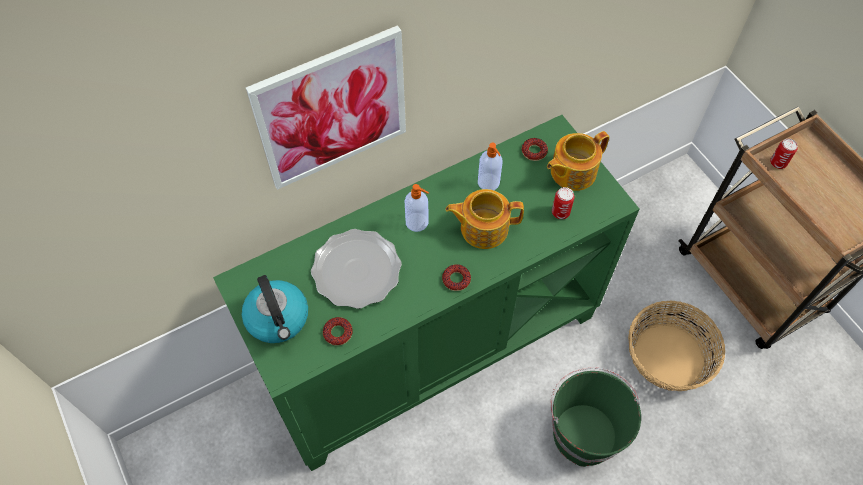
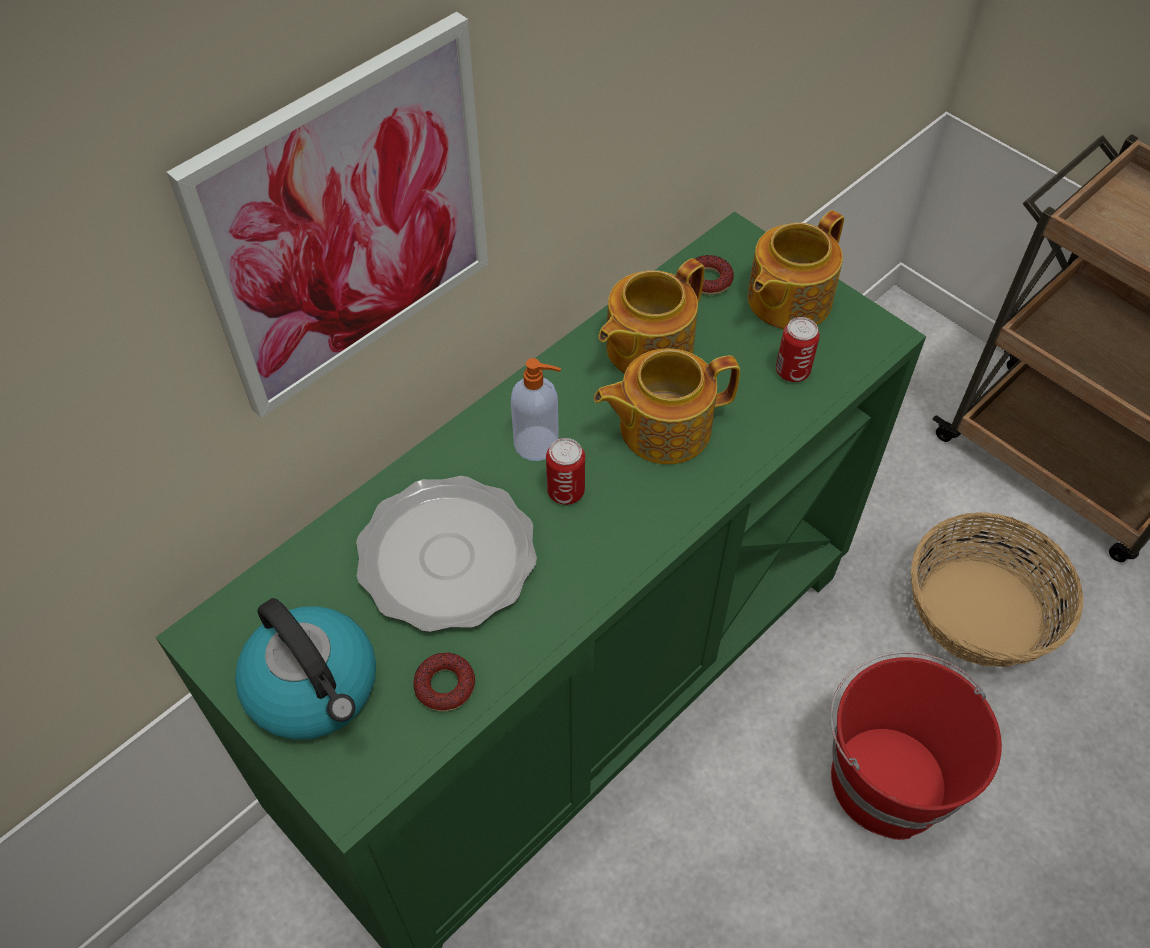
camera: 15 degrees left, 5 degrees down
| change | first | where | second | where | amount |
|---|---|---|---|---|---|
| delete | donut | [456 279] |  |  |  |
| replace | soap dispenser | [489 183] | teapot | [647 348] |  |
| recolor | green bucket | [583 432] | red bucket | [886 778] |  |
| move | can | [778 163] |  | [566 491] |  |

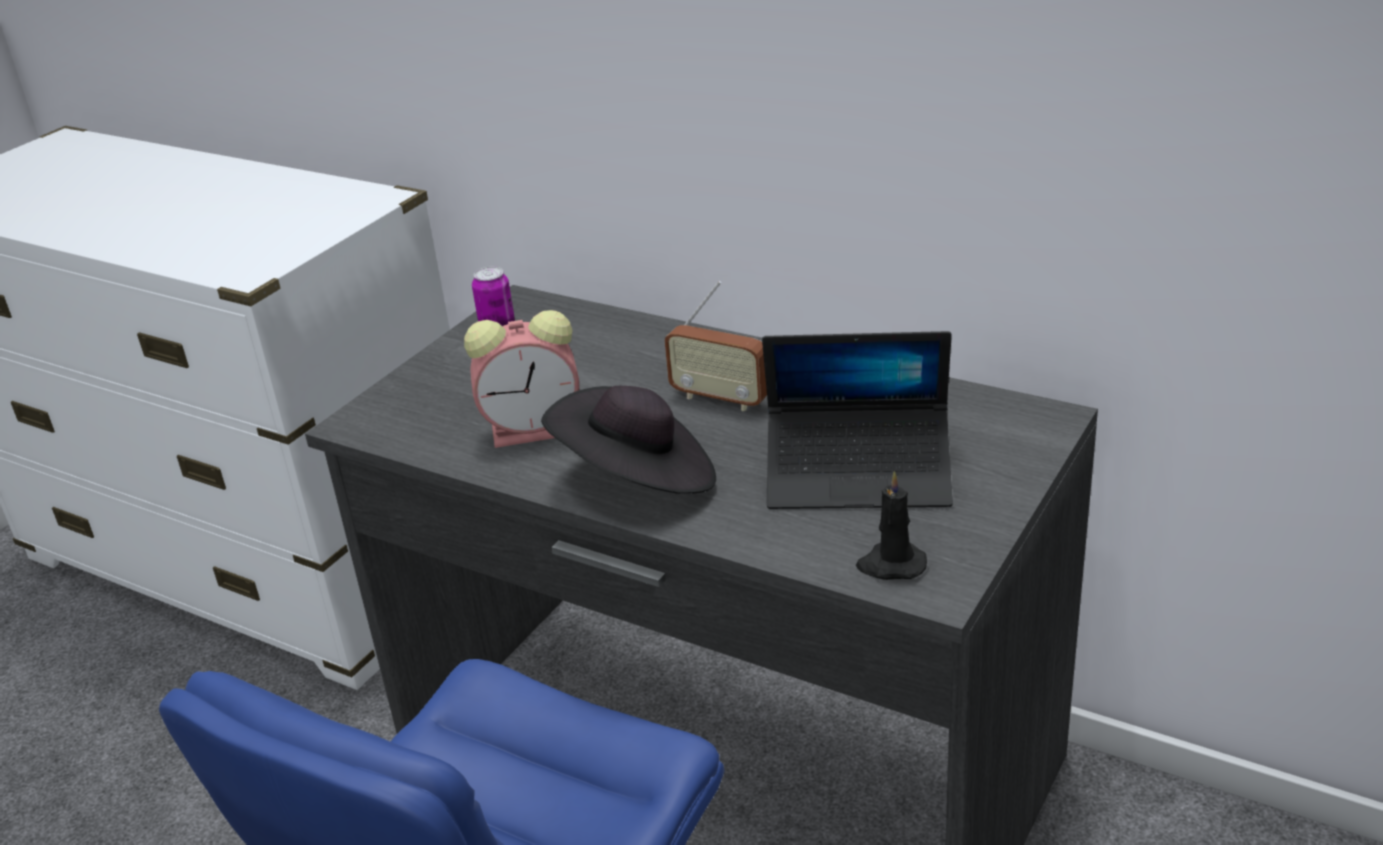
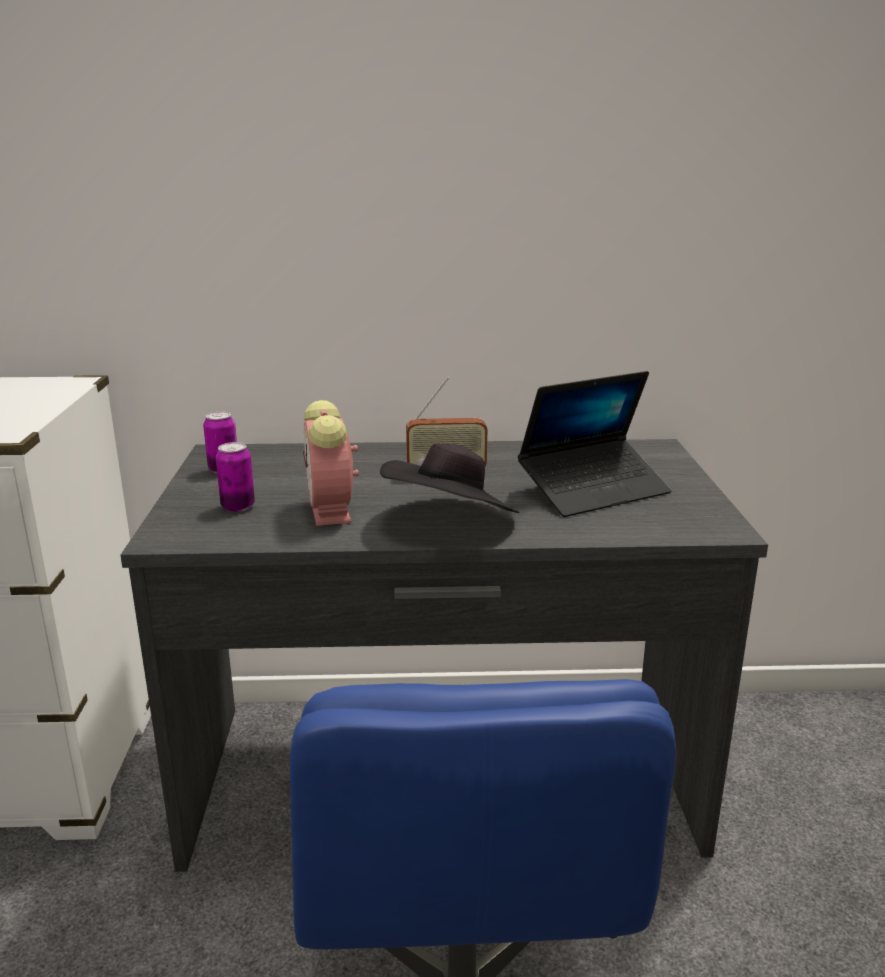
camera: 35 degrees left, 10 degrees down
| change | first | where | second | where | amount |
|---|---|---|---|---|---|
| rotate | alarm clock | [536 429] |  | [331 512] | 120 degrees clockwise |
| delete | black candle | [891 565] |  |  |  |
| insert |  |  | can | [238 507] |  |

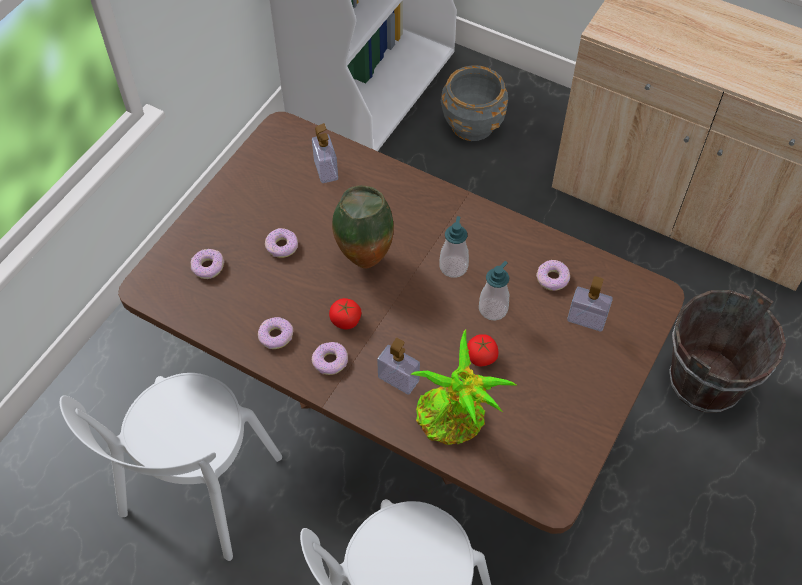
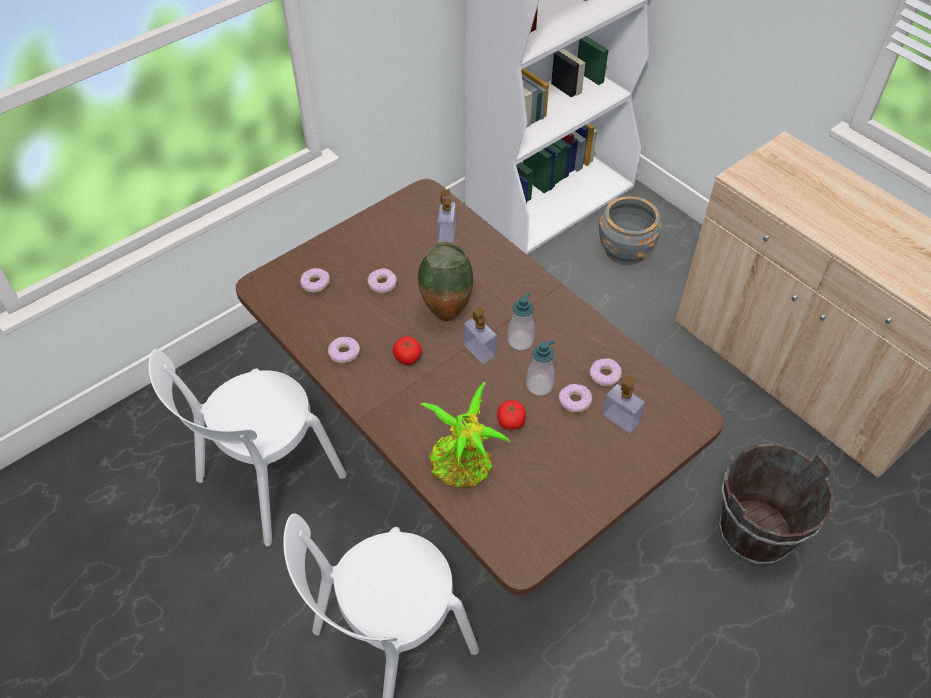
camera: 20 degrees right, 5 degrees down
| change | first | where | second | where | amount |
|---|---|---|---|---|---|
| move | donut | [330 361] |  | [575 401] |  |
| move | soap dispenser | [398 379] |  | [479 350] |  |

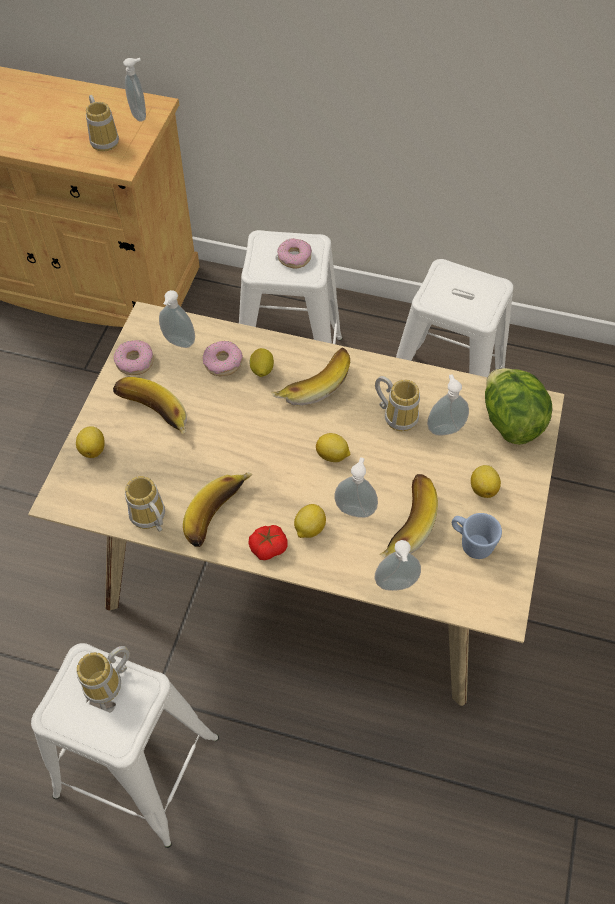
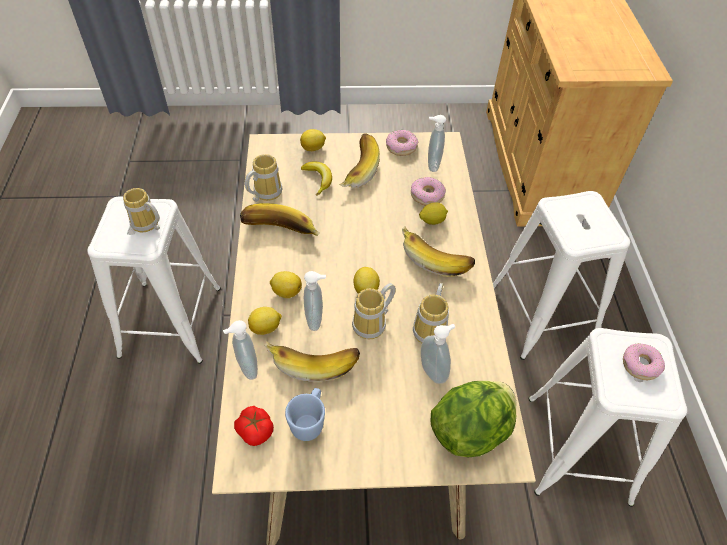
camera: 70 degrees right, 5 degrees down
| change | first | where | second | where | amount |
|---|---|---|---|---|---|
| move | mug | [105 140] |  | [374 324] |  |
| delete | soap dispenser | [140 115] |  |  |  |
| move | tomato | [268 547] |  | [255 430] |  |
| move | donut | [294 257] |  | [640 365] |  |
| move | lemon | [483 488] |  | [266 328] |  |
| insert |  |  | banana | [318 179] |  |

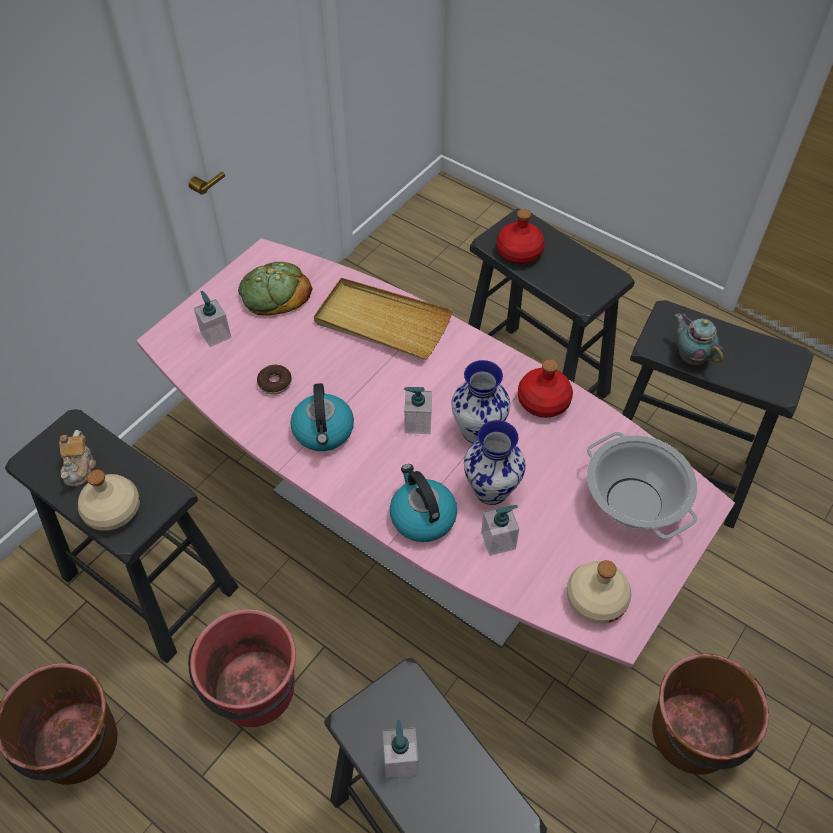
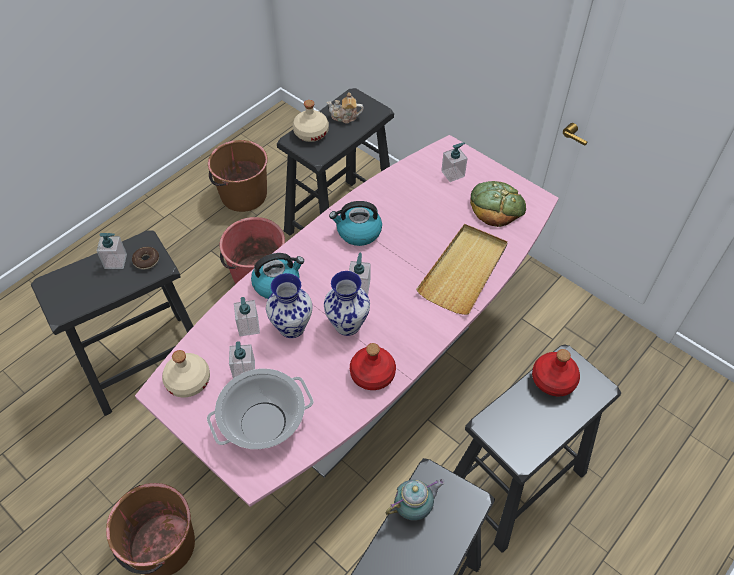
camera: 95 degrees right, 0 degrees up
| change | first | where | second | where | amount |
|---|---|---|---|---|---|
| move | donut | [275 383] |  | [146 261] |  |
| insert |  |  | soap dispenser | [244 370] |  |

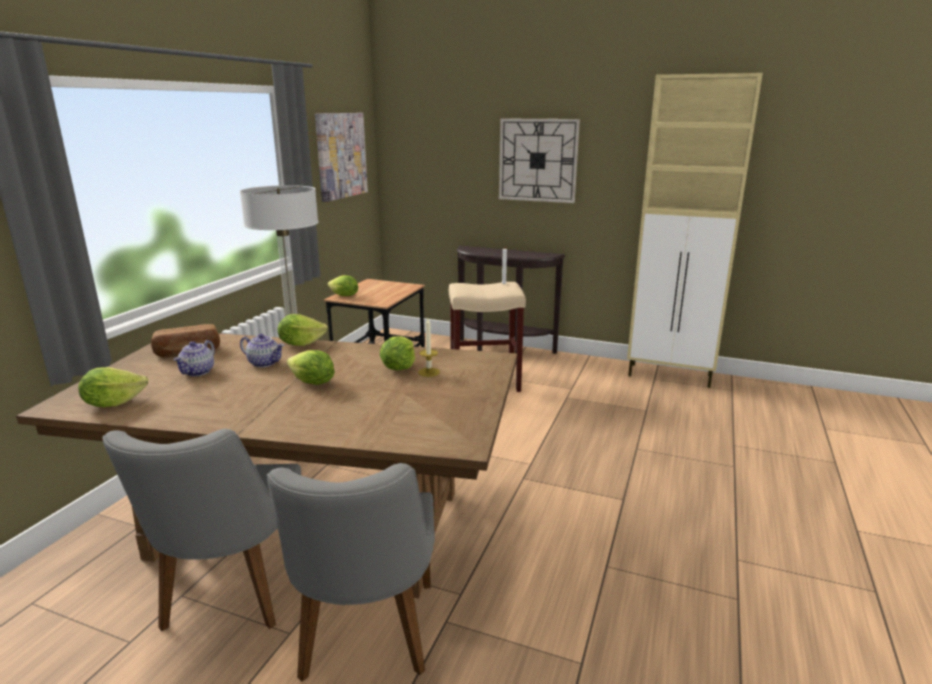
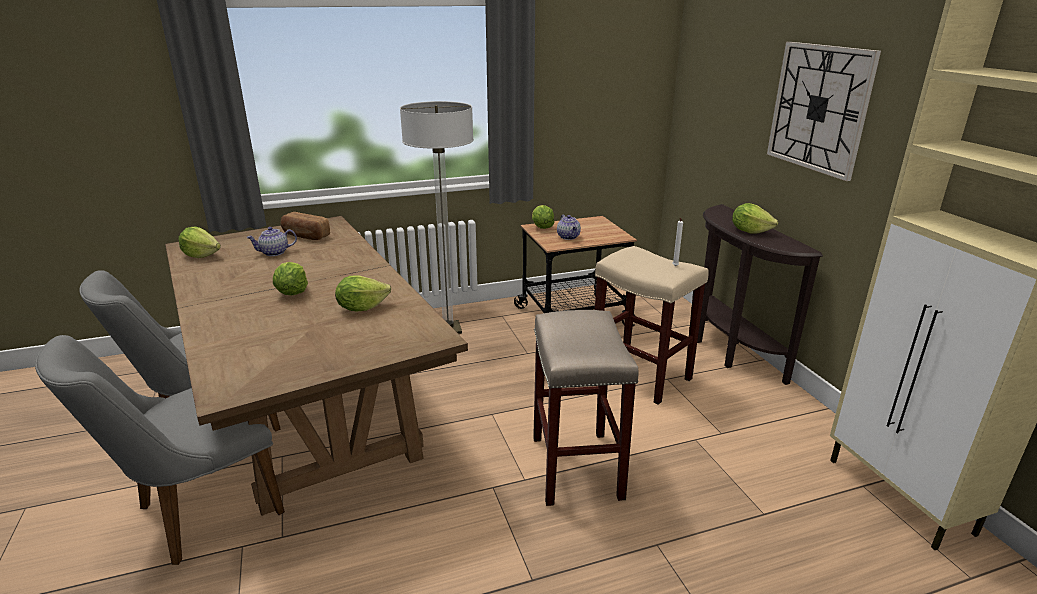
camera: 50 degrees right, 5 degrees up
| change | first | where | second | where | amount |
|---|---|---|---|---|---|
| move | teapot | [264 363] |  | [568 237] |  |
| move | lettuce | [301 343] |  | [750 231] |  |
| delete | picture | [341 155] |  |  |  |
| delete | candle | [429 372] |  |  |  |
| insert |  |  | beige stool | [577 468] |  |

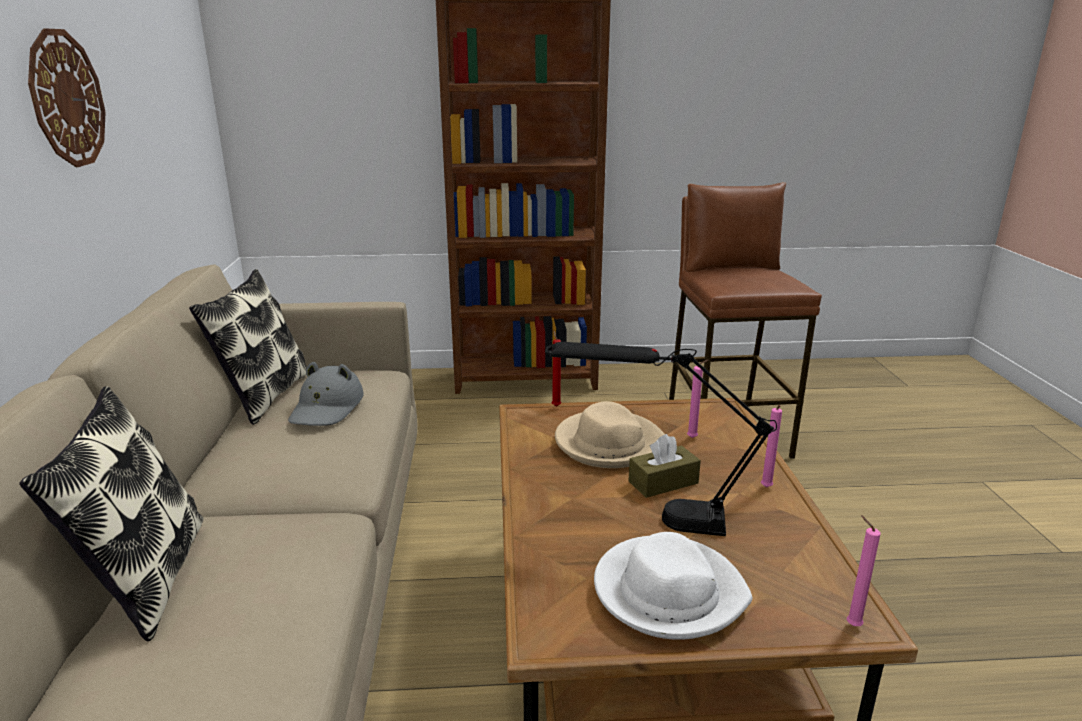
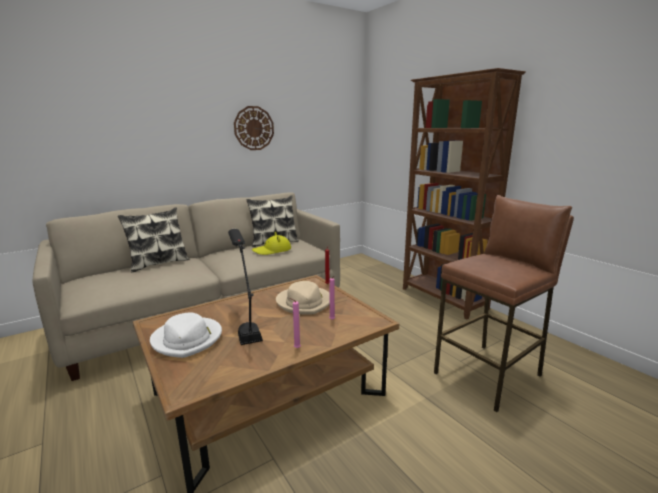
camera: 60 degrees right, 5 degrees down
| change | first | where | second | where | amount |
|---|---|---|---|---|---|
| recolor | grey hat | [327 408] | yellow hat | [272 250] |  |
| delete | brown tissue box | [663 482] |  |  |  |
| delete | pink candle | [851 624] |  |  |  |

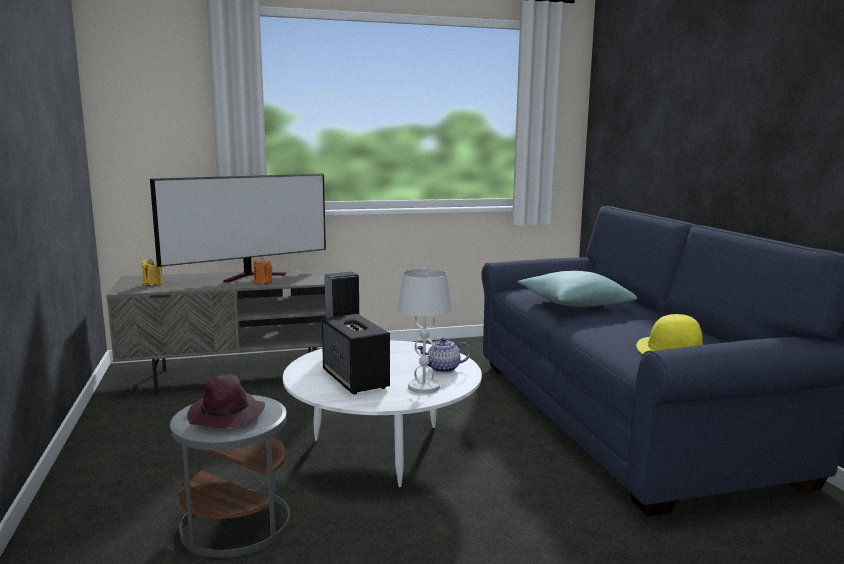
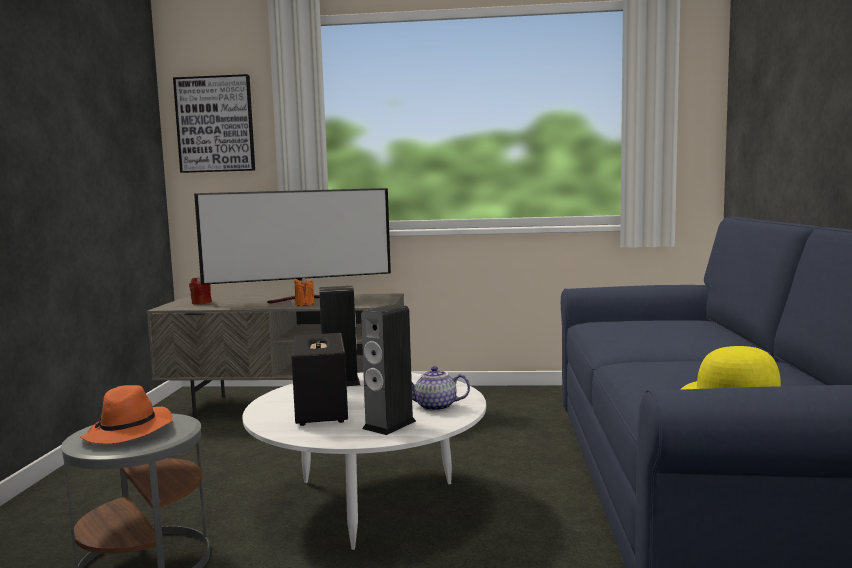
camera: 20 degrees right, 5 degrees down
| change | first | where | second | where | amount |
|---|---|---|---|---|---|
| recolor | yellow candle | [152 284] | red candle | [201 303] |  |
| recolor | purple hat | [227 415] | orange hat | [129 432] |  |
| replace | white table lamp | [424 387] | speaker | [389 425] |  |
| delete | turquoise pillow | [574 304] |  |  |  |
| insert |  |  | picture | [215 124] |  |

